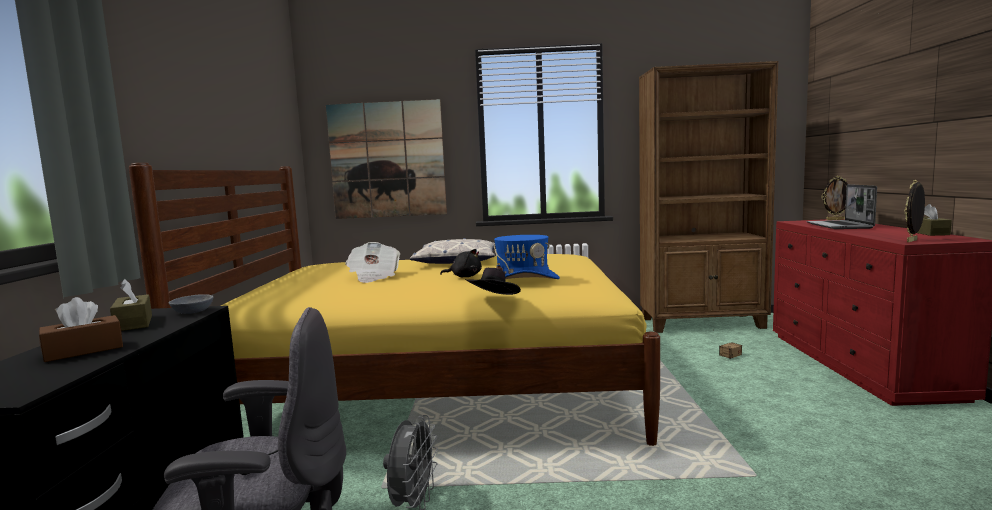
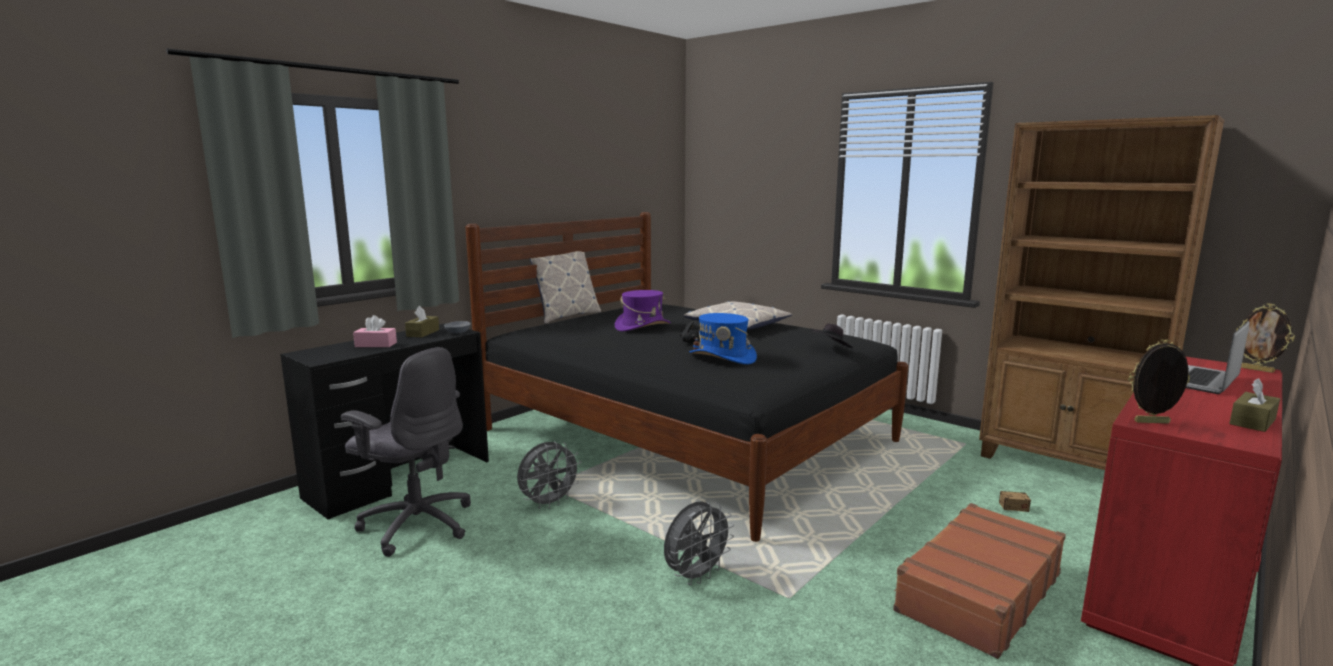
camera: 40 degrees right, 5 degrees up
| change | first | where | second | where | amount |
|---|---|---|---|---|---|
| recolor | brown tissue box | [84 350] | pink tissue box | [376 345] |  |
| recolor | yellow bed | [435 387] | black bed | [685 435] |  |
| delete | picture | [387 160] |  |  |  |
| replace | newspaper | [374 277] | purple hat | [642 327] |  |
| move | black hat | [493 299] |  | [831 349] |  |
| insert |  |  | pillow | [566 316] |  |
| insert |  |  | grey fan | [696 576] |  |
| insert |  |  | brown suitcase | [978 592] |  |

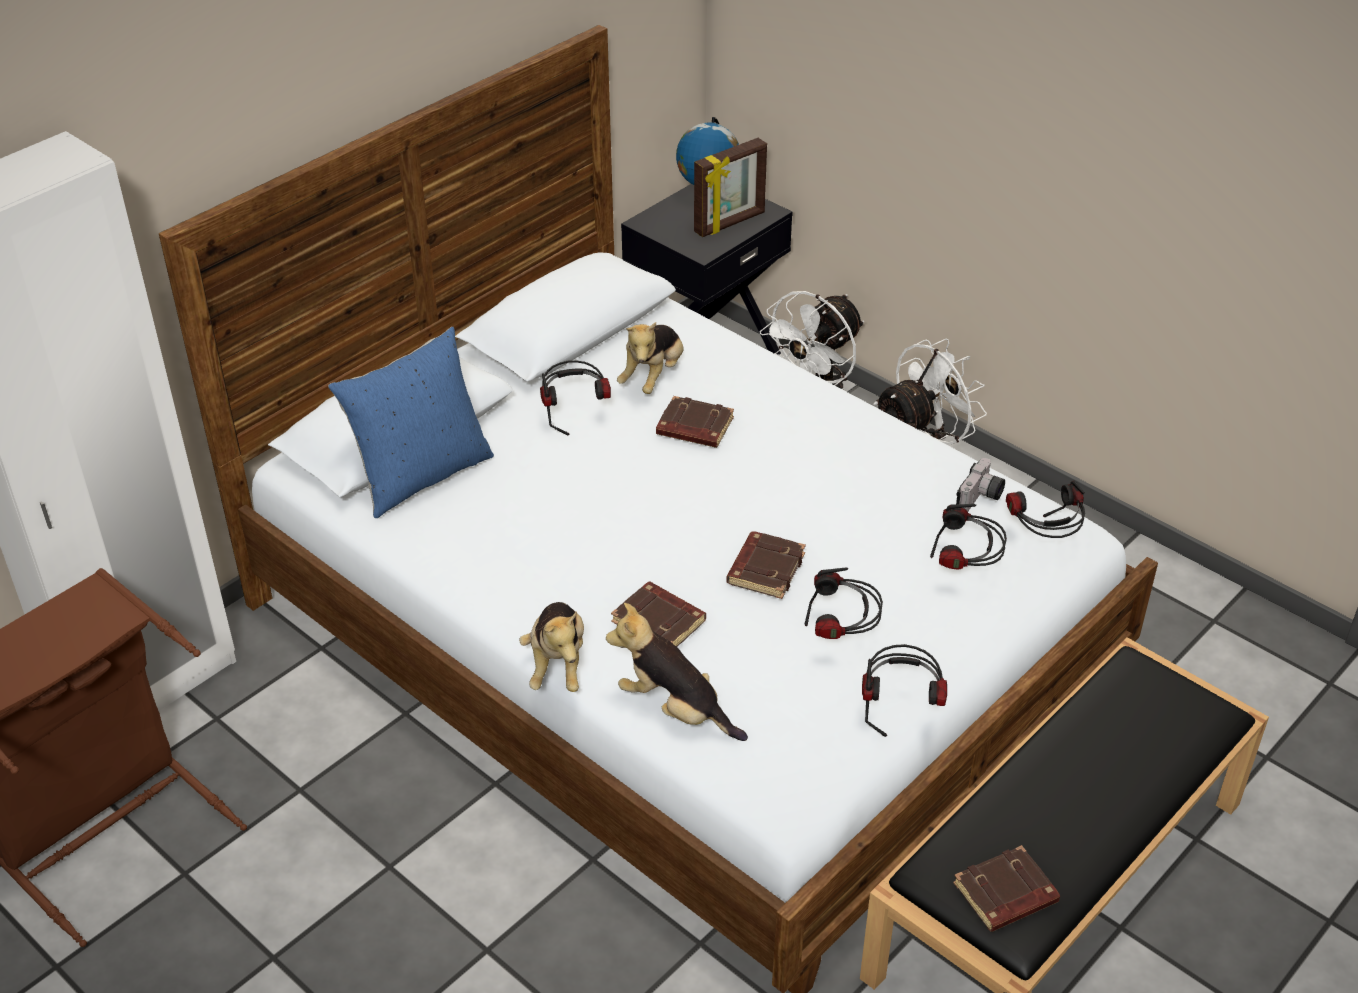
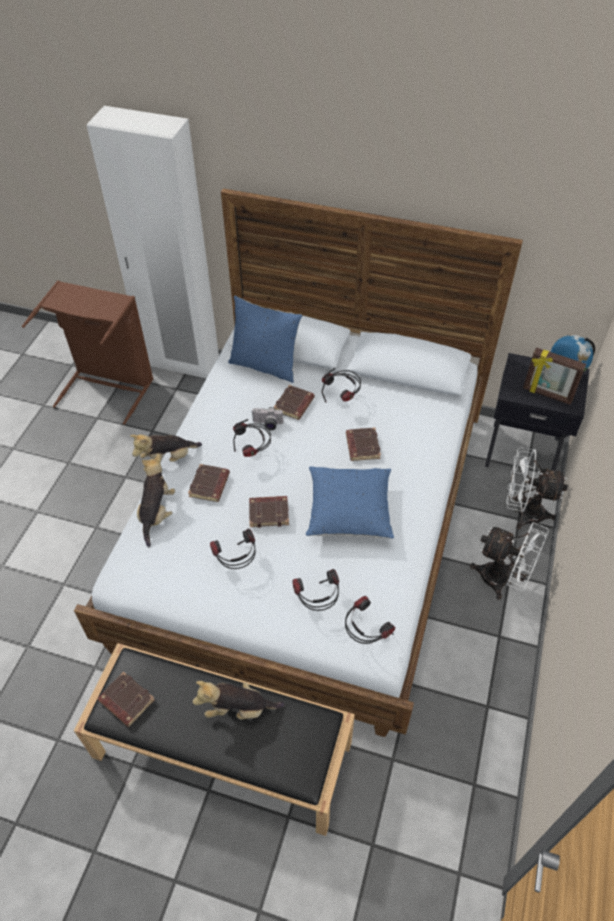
camera: 65 degrees right, 10 degrees up
| change | first | where | second | where | amount |
|---|---|---|---|---|---|
| move | plush toy | [653 376] |  | [238 709] |  |
| move | headphones | [900 709] |  | [253 452] |  |
| move | photo camera | [980 499] |  | [267 424] |  |
| insert |  |  | brown book | [294 405] |  |
| insert |  |  | blue pillow | [349 512] |  |

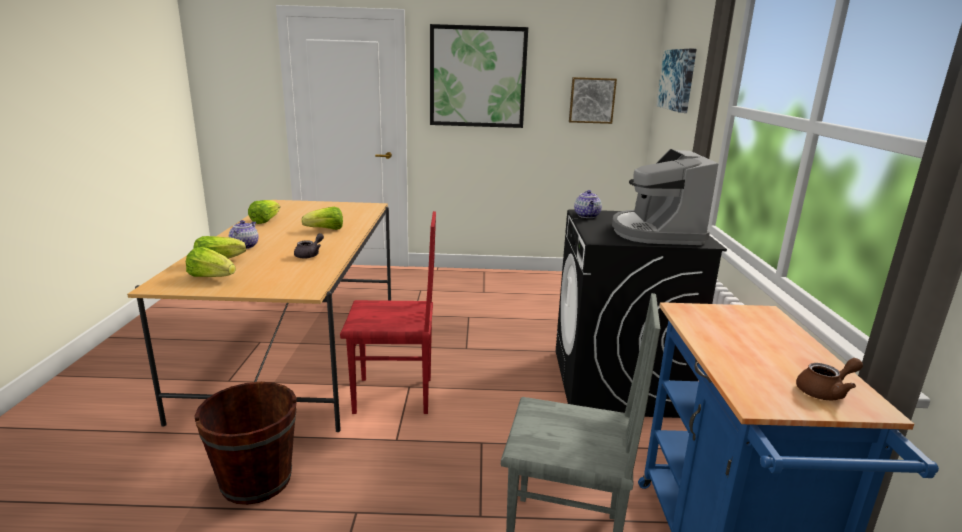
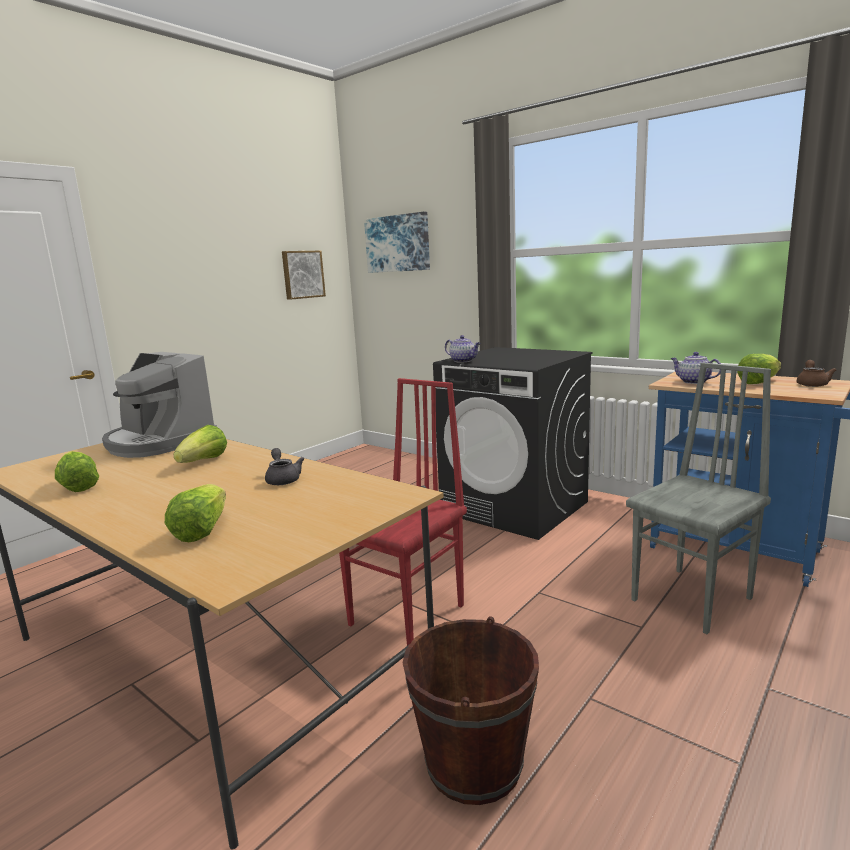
camera: 50 degrees left, 5 degrees down
| change | first | where | second | where | amount |
|---|---|---|---|---|---|
| move | lettuce | [211 277] |  | [758 382] |  |
| move | teapot | [244 246] |  | [693 382] |  |
| delete | picture | [477 77] |  |  |  |
| move | coffee machine | [656 232] |  | [159 442] |  |

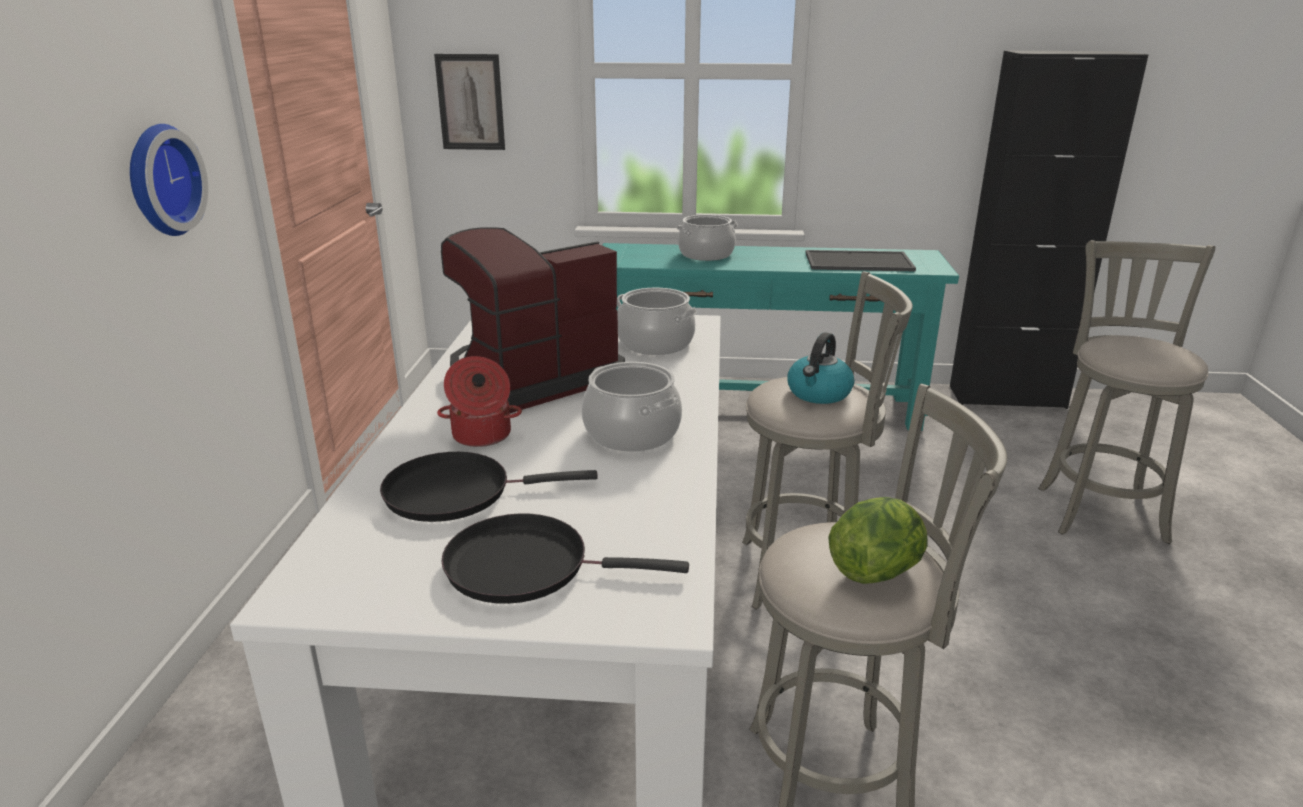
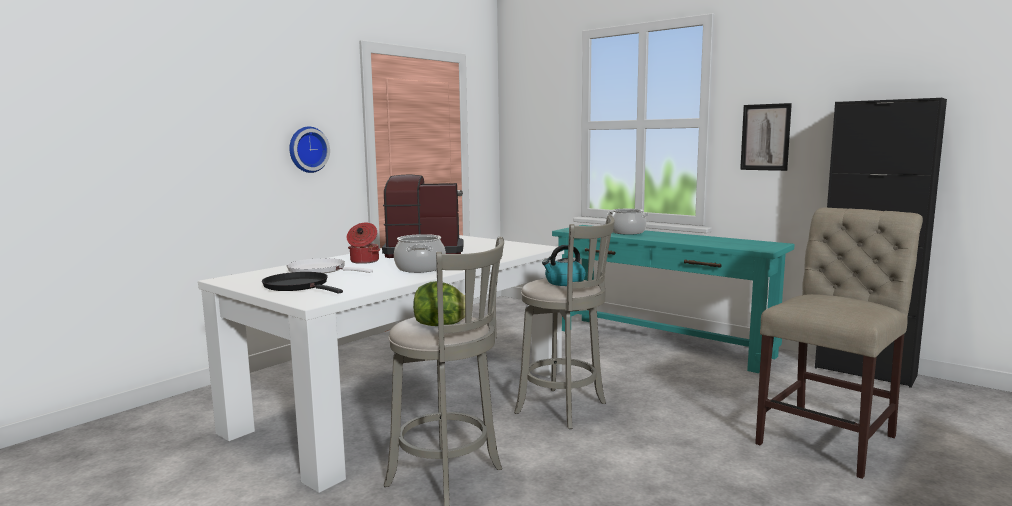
camera: 35 degrees right, 15 degrees down
| change | first | where | second | where | amount |
|---|---|---|---|---|---|
| recolor | black frying pan | [456 493] | white frying pan | [320 270] |  |
| move | picture | [470 102] |  | [765 137] |  |
| delete | cooking pot | [656 343] |  |  |  |
| delete | tray | [859 261] |  |  |  |
| replace | grey stool | [1099 510] | beige chair | [831 437] |  |

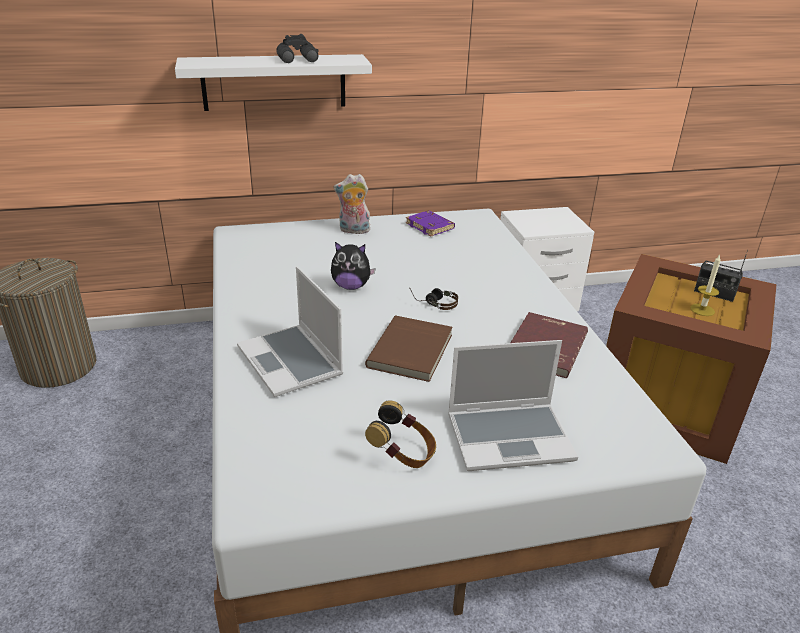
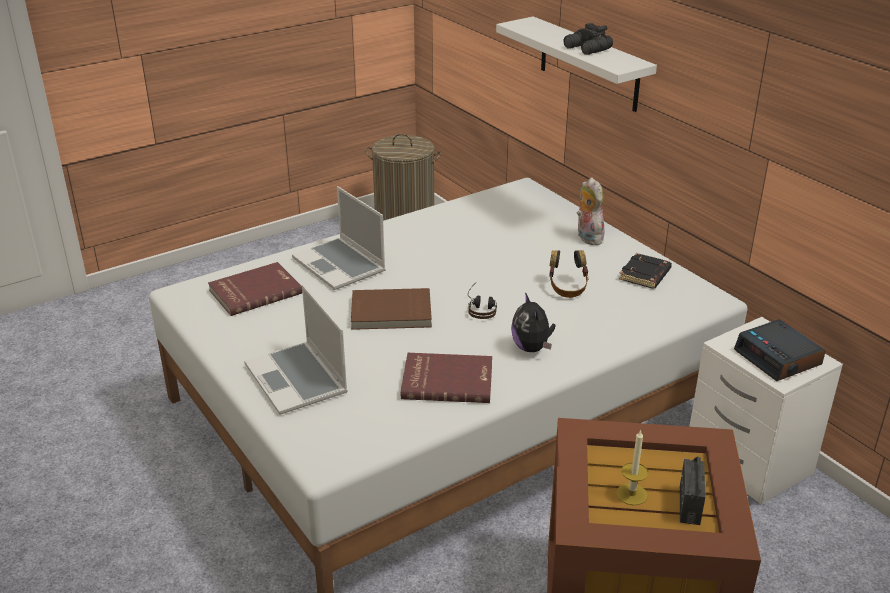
camera: 70 degrees right, 0 degrees up
| change | first | where | second | where | amount |
|---|---|---|---|---|---|
| rotate | laptop | [291 362] |  | [340 265] | 75 degrees counterclockwise |
| move | plush toy | [351 286] |  | [532 348] |  |
| move | headphones | [403 454] |  | [567 288] |  |
| recolor | purple book | [430 226] | black book | [645 275] |  |
| insert |  |  | red book | [254 291] |  |
| insert |  |  | alarm clock | [778 358] |  |

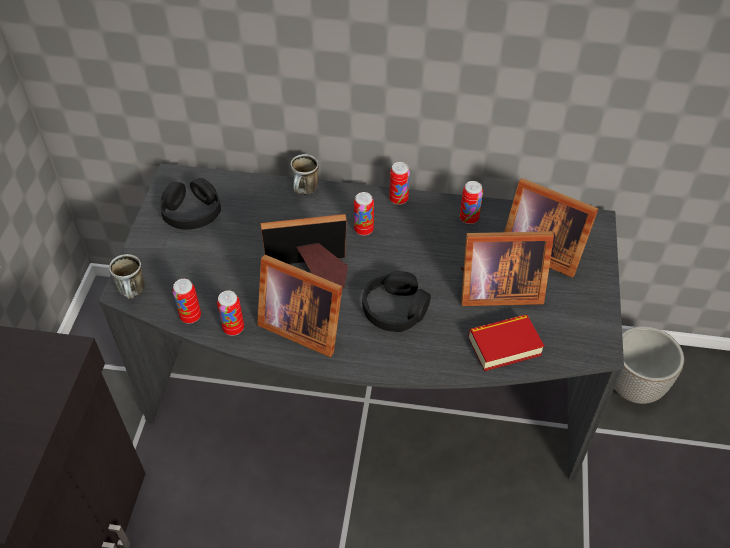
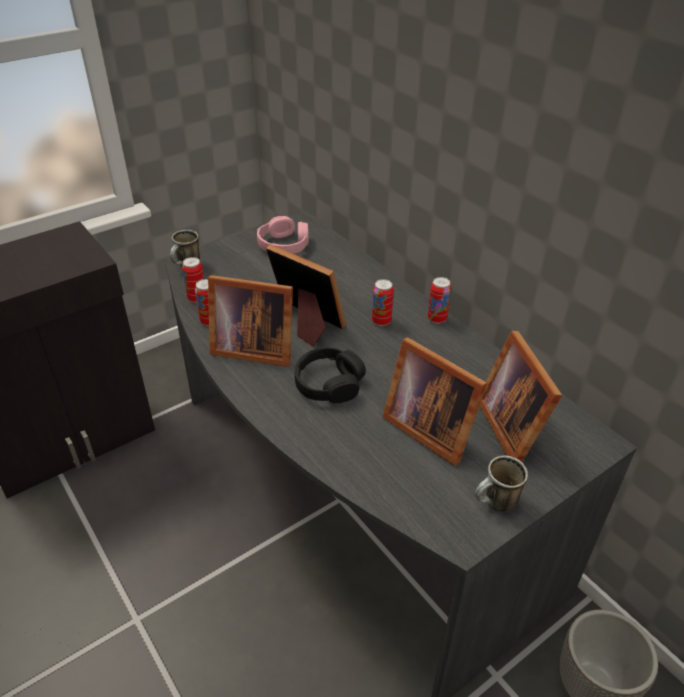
camera: 45 degrees right, 10 degrees down
| change | first | where | second | where | amount |
|---|---|---|---|---|---|
| recolor | black headphones | [192 212] | pink headphones | [284 245] |  |
| rotate | picture frame | [301 325] |  | [251 348] | 60 degrees counterclockwise |
| move | mug | [305 191] |  | [495 504] |  |
| delete | can | [469 218] |  |  |  |
| delete | book | [504 346] |  |  |  |

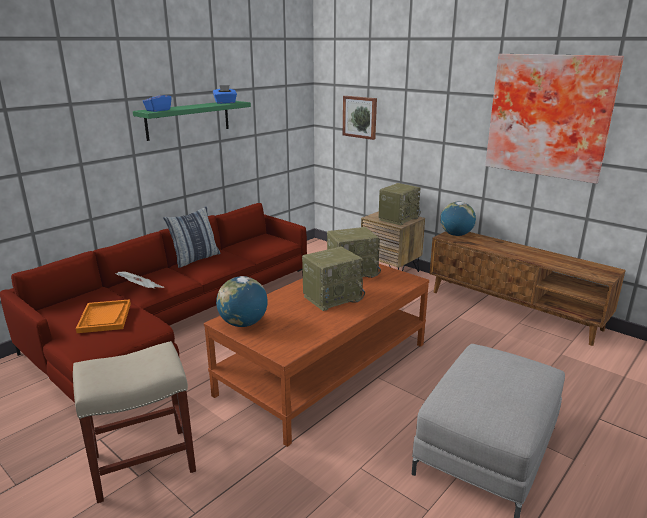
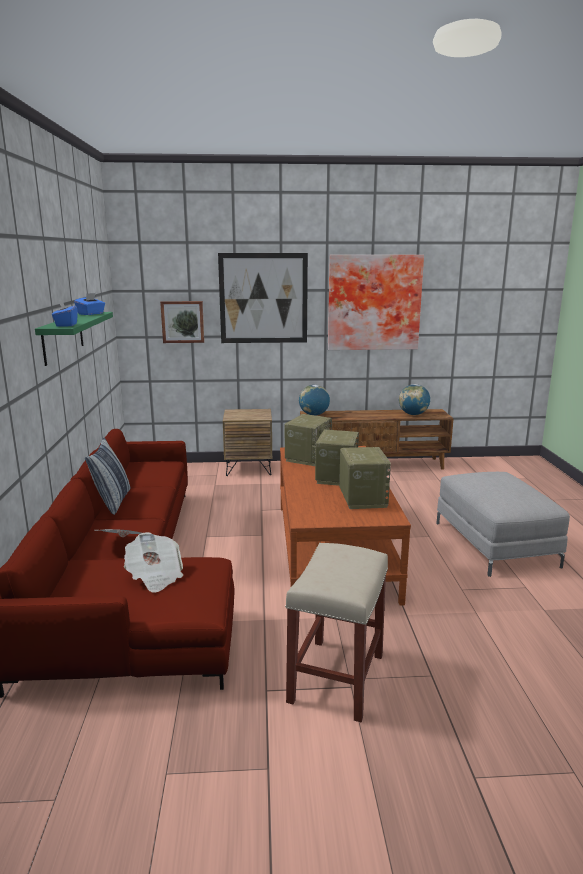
camera: 45 degrees left, 5 degrees down
| change | first | where | second | where | amount |
|---|---|---|---|---|---|
| replace | orange tray | [105 318] | newspaper | [155 576] |  |
| move | globe | [243 323] |  | [413 414] |  |
| move | radio | [398 218] |  | [362 498] |  |
| insert |  |  | picture | [263 298] |  |

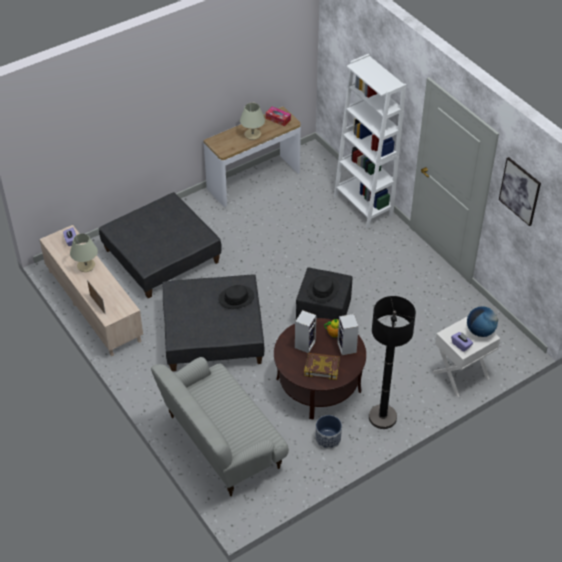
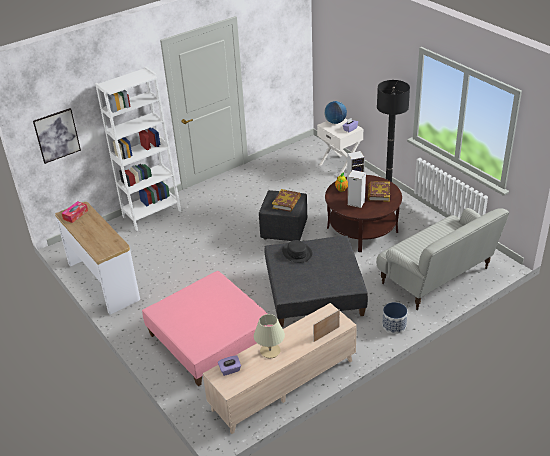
camera: 90 degrees left, 10 degrees down
| change | first | where | second | where | amount |
|---|---|---|---|---|---|
| recolor | grey ottoman | [162 255] | pink ottoman | [209 339] |  |
| delete | beige table lamp | [252 134] |  |  |  |
| replace | black hat | [322 289] | book | [286 202] |  |
| move | planter | [327 439] |  | [394 326] |  |
| move | picture | [520 191] |  | [57 135] |  |

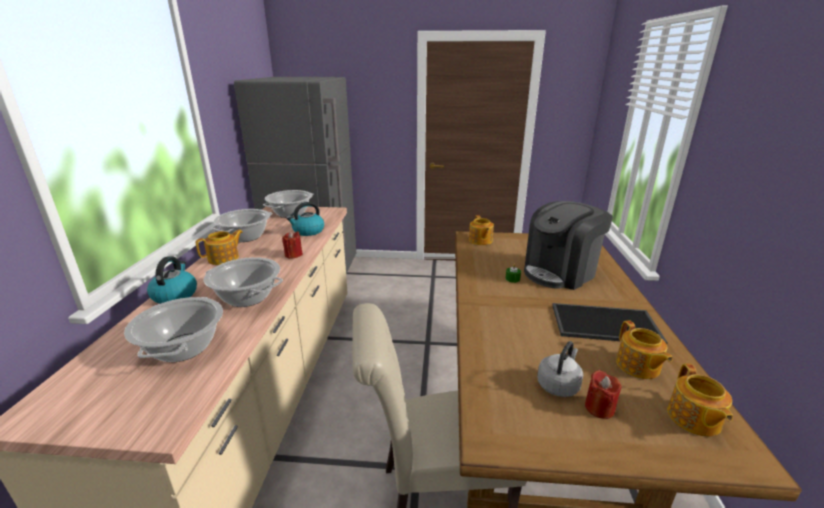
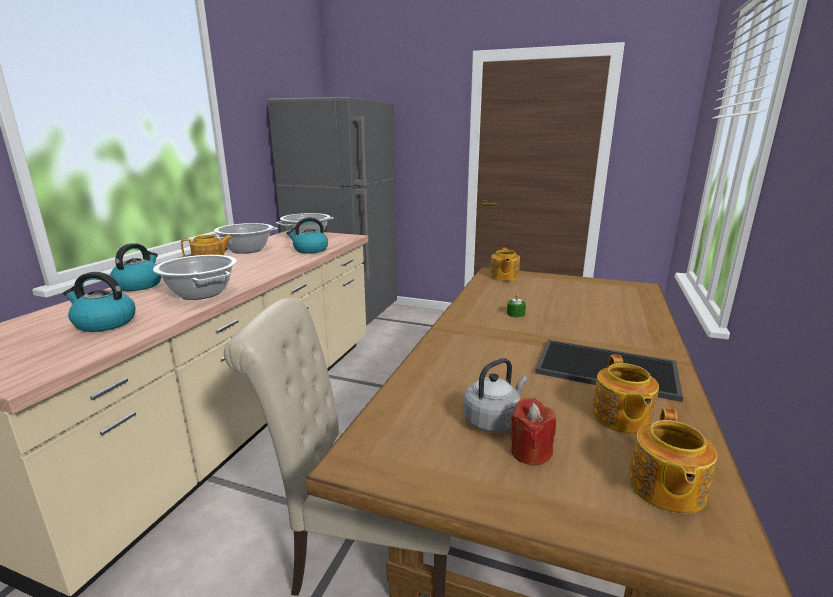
camera: 15 degrees right, 5 degrees down
| change | first | where | second | where | amount |
|---|---|---|---|---|---|
| replace | cooking pot | [183 348] | kettle | [104 323] |  |
| delete | red candle | [293 255] |  |  |  |
| delete | coffee machine | [560 272] |  |  |  |

